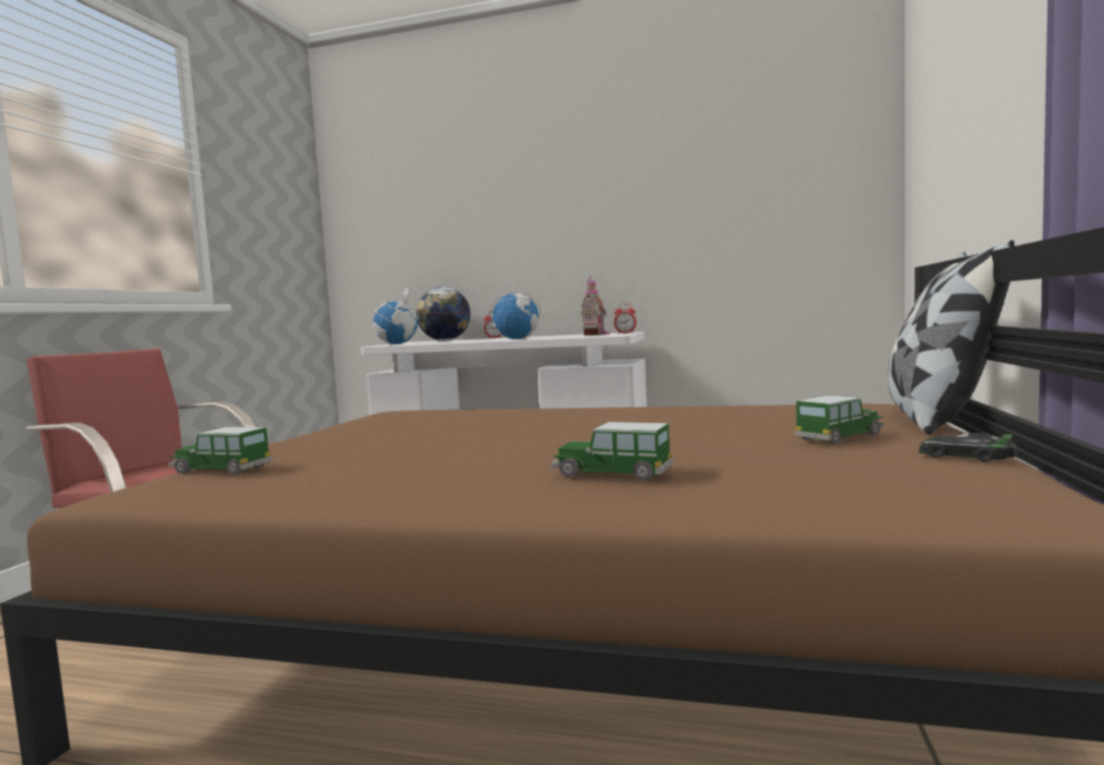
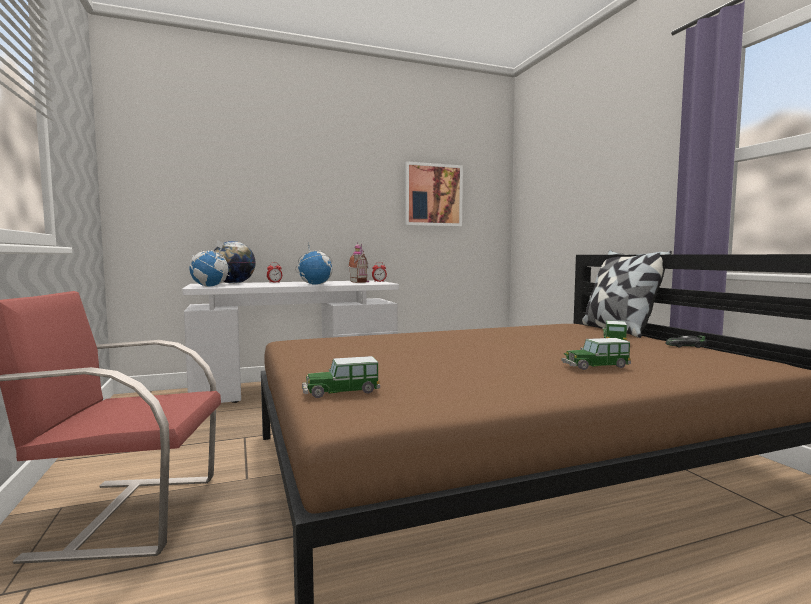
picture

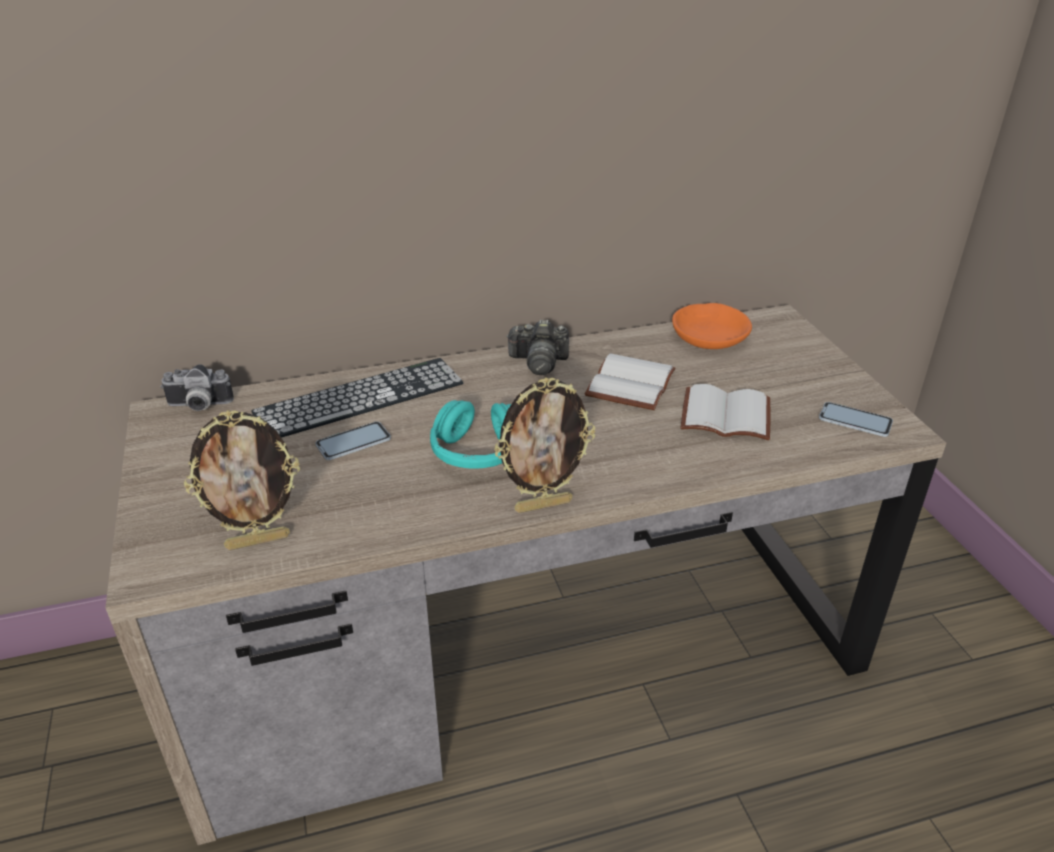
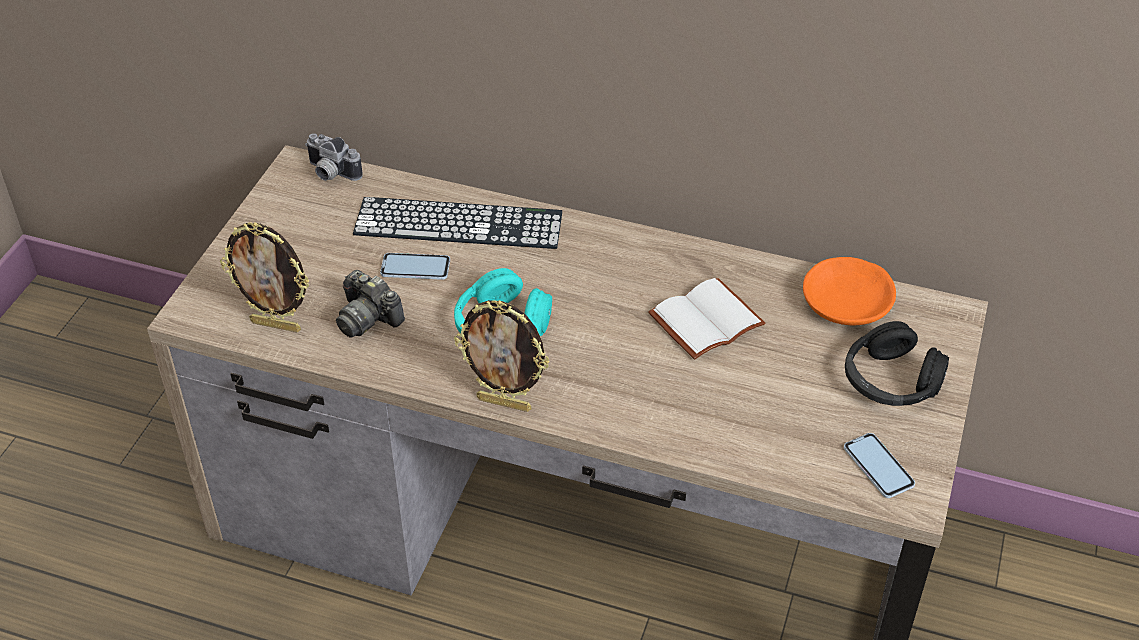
photo camera (no. 2 from left)
white book (no. 2 from left in the first image)
black headphones

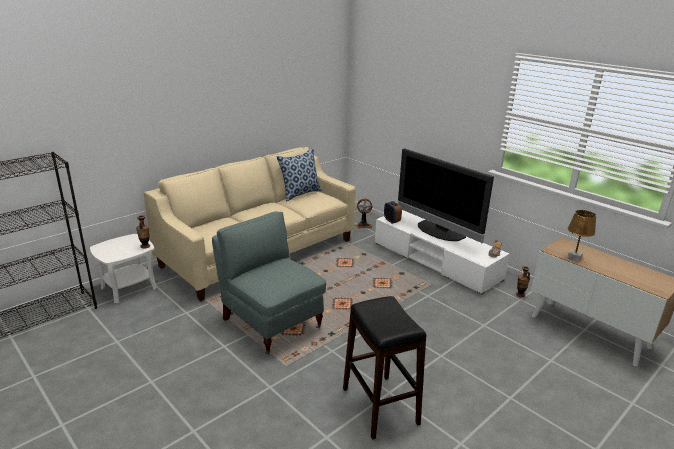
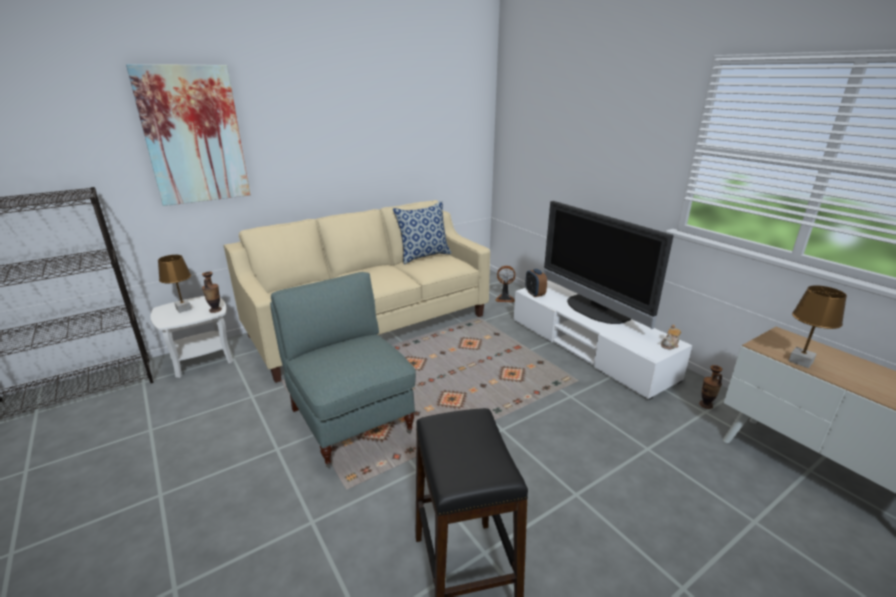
picture
brown table lamp (no. 1 from left)

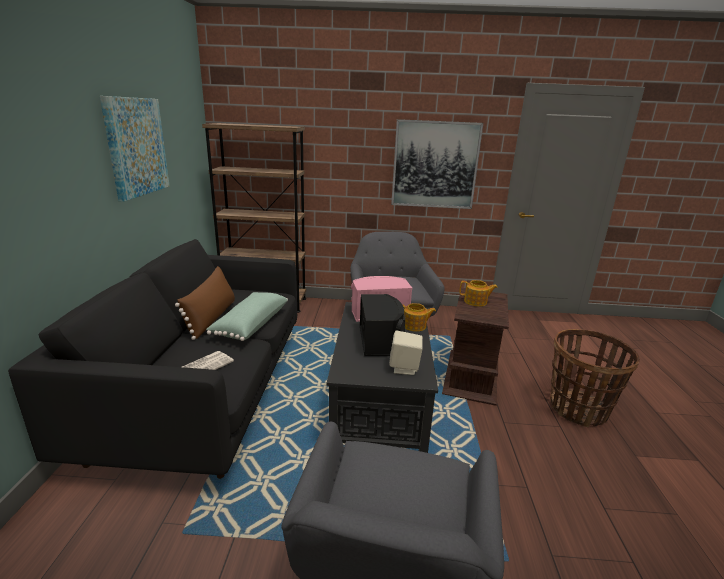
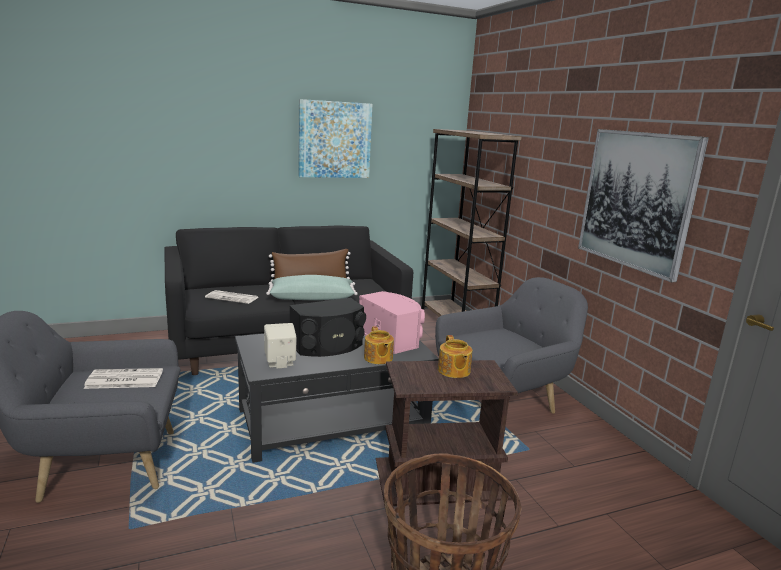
newspaper (no. 1 from left)

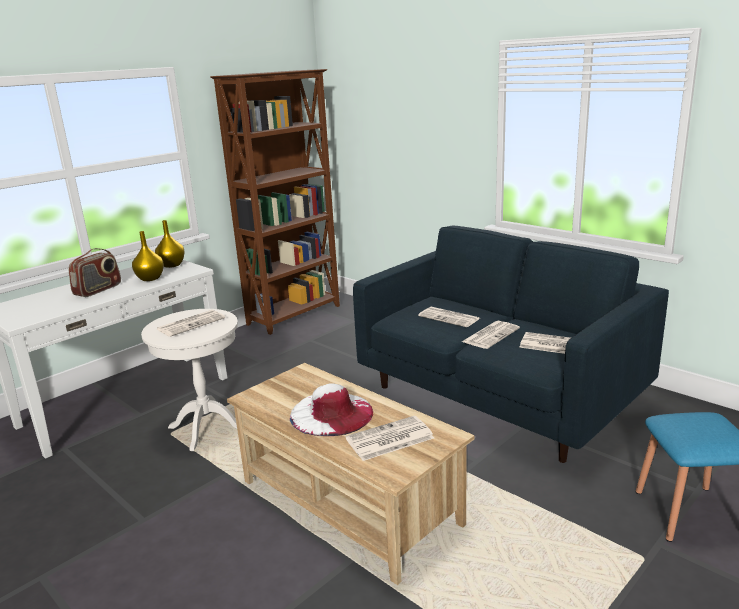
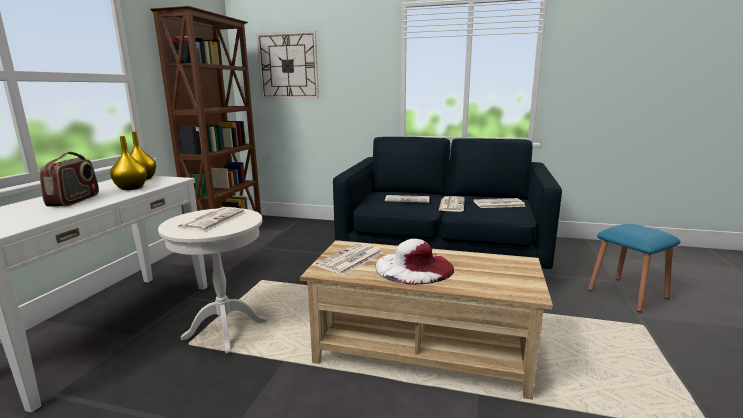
newspaper (no. 2 from left)
wall clock

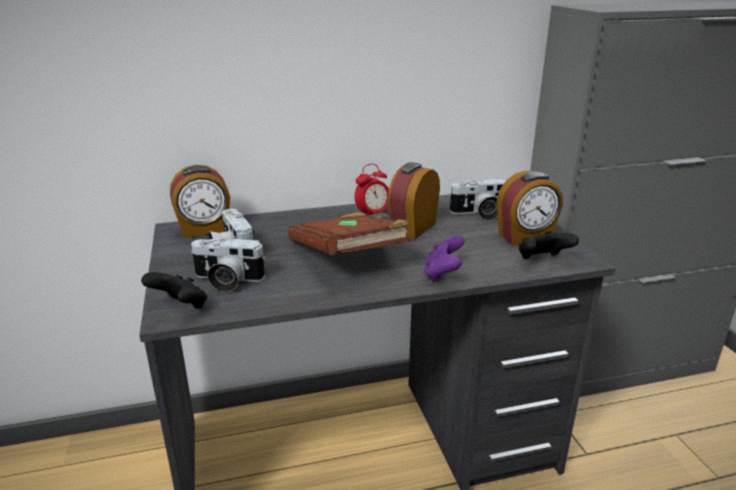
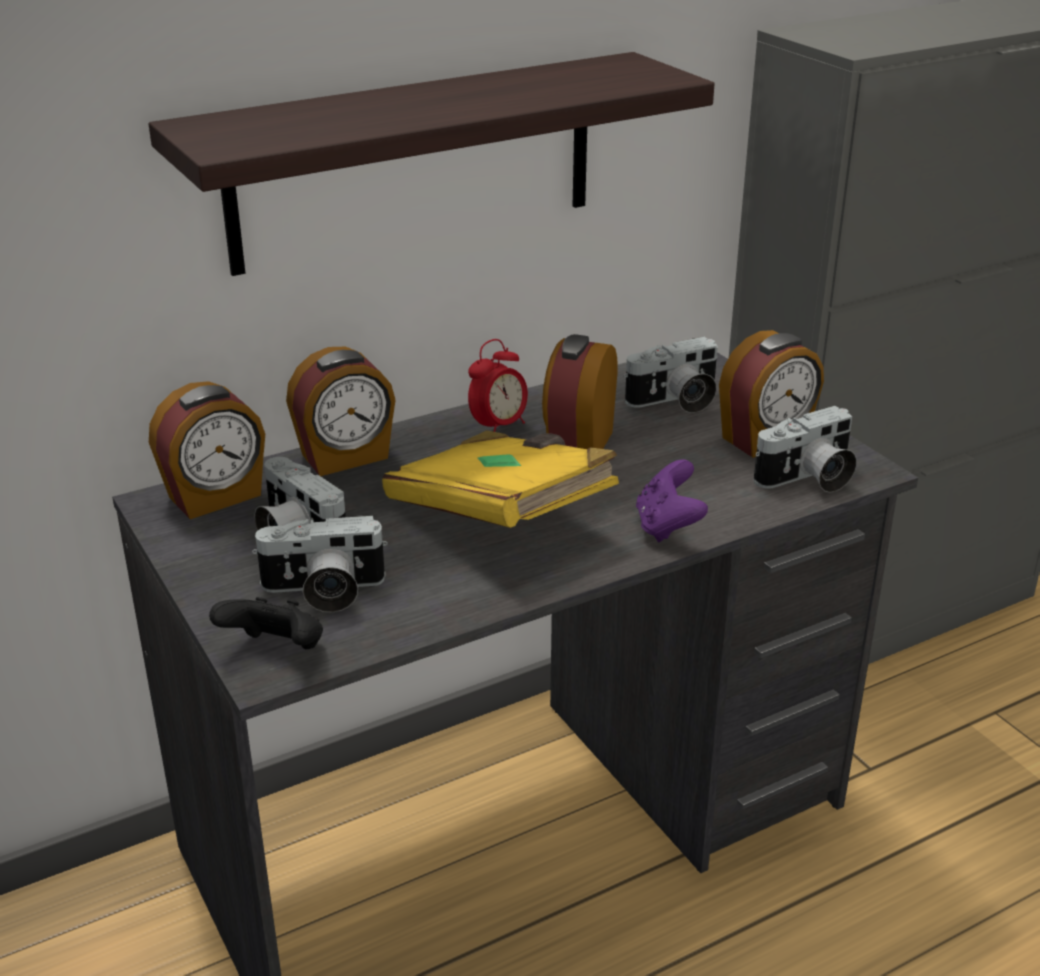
yellow book
photo camera (no. 4 from left)
shelf
alarm clock (no. 2 from left)

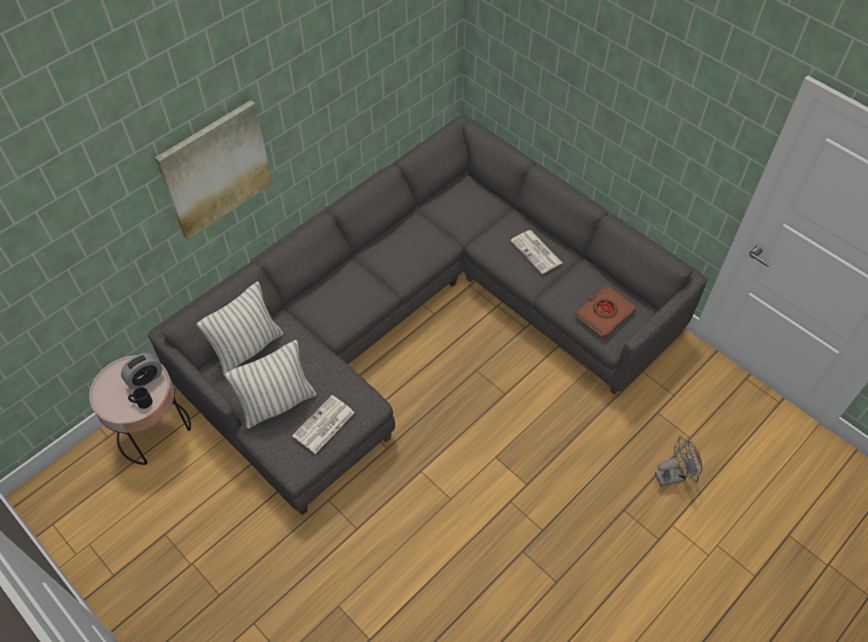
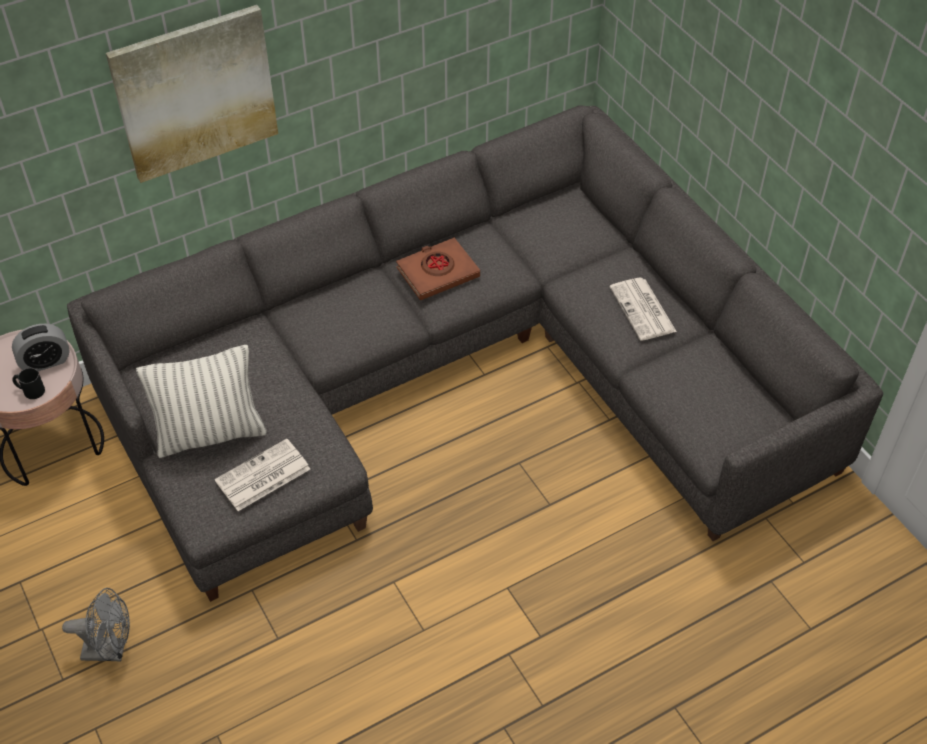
pillow (no. 1 from left in the first image)
brown book
grey fan

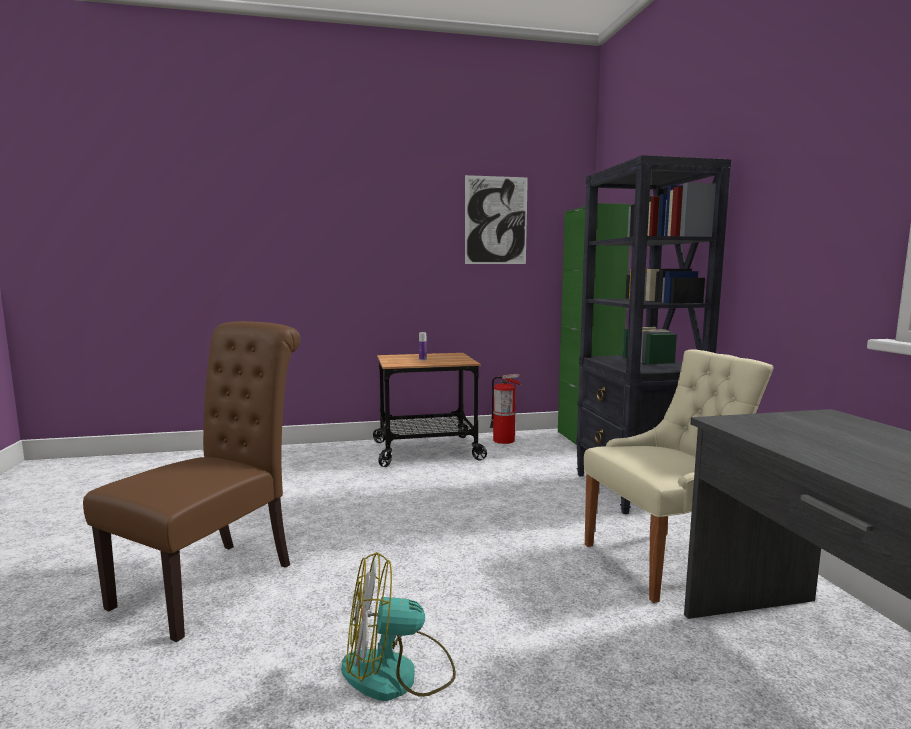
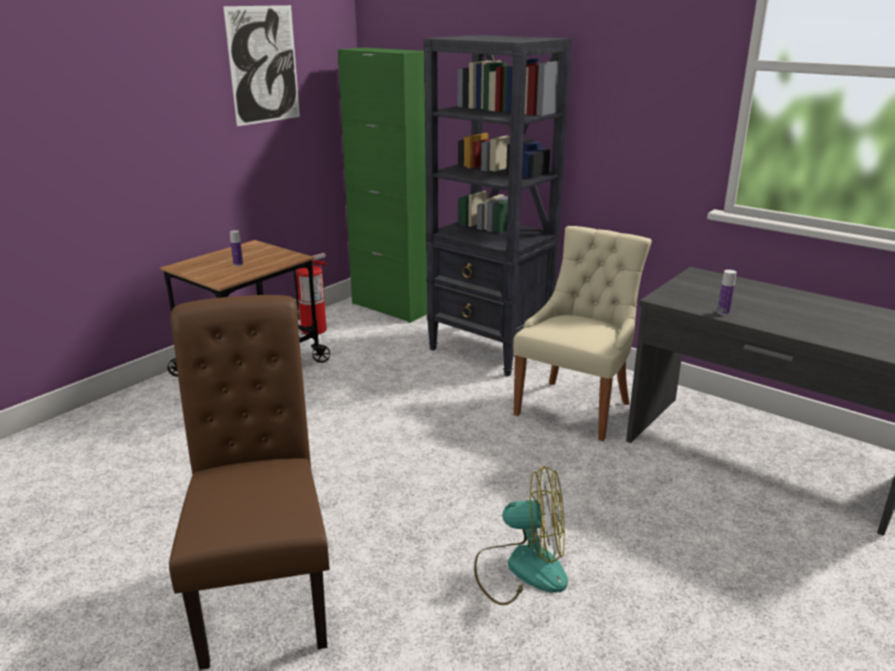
fan
bottle (no. 2 from left)

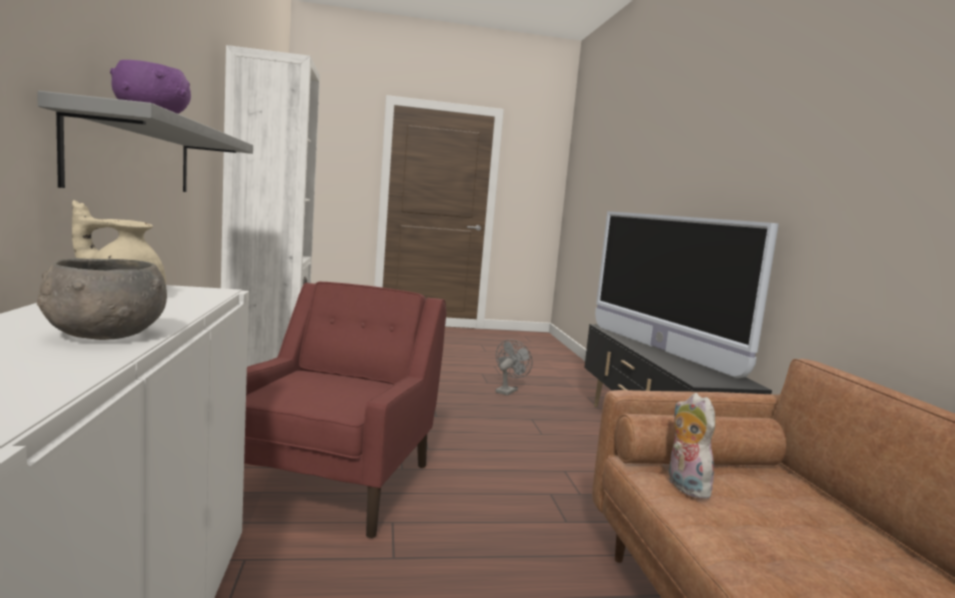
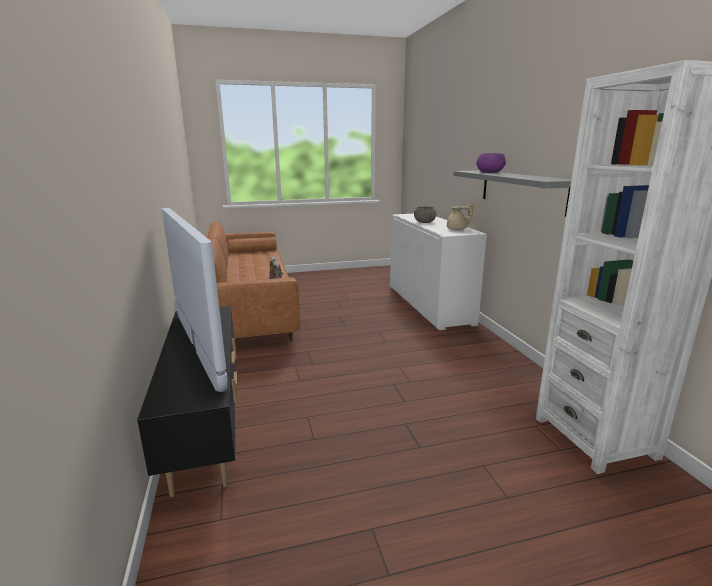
red armchair
grey fan

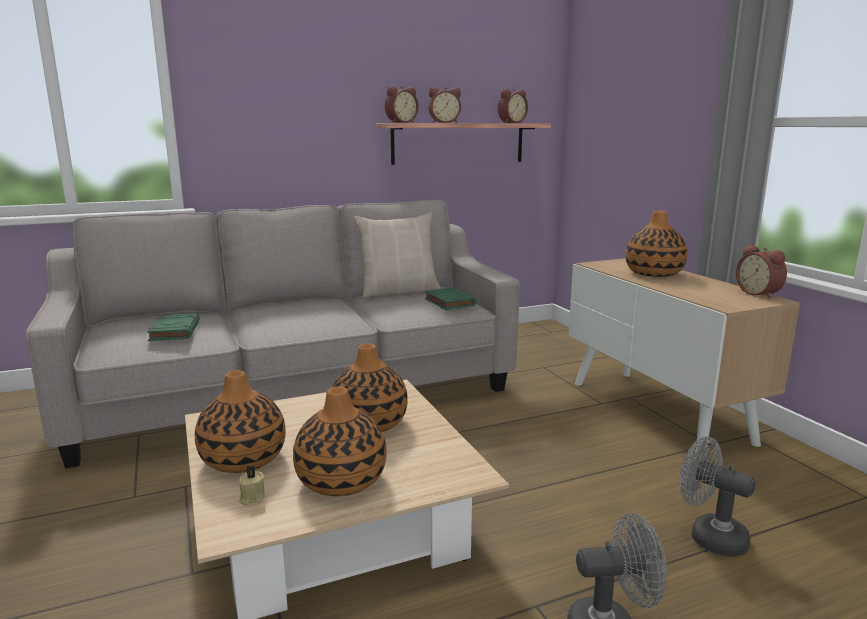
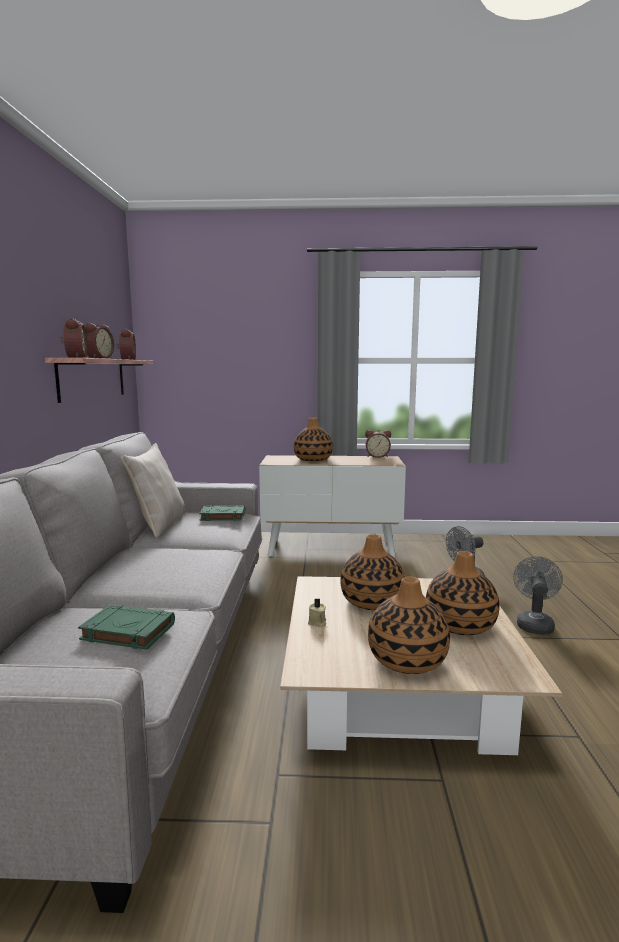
beige candle

